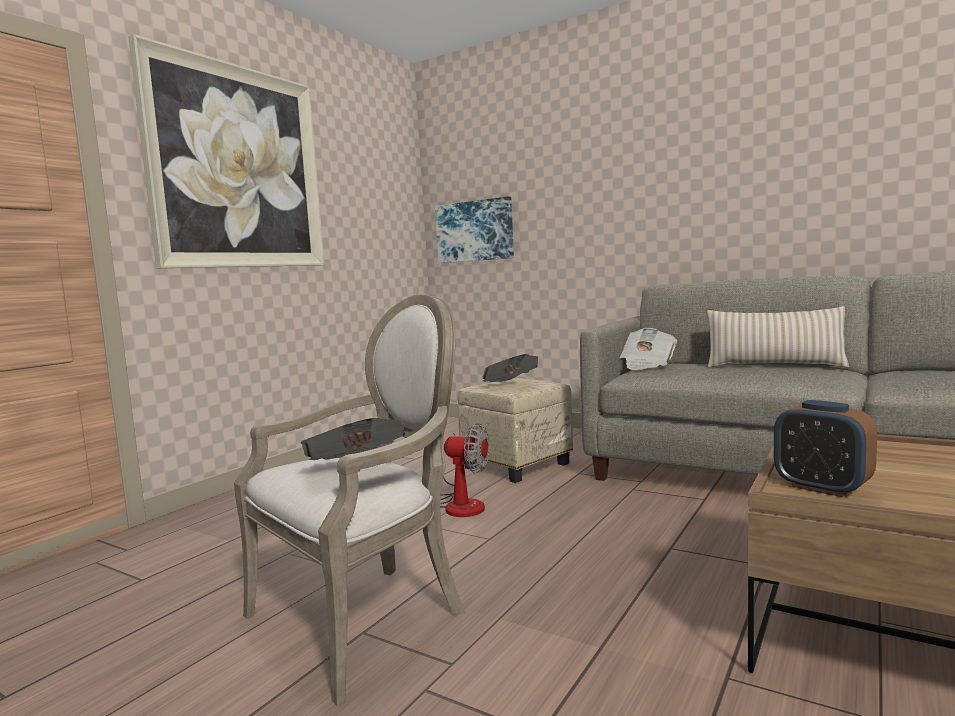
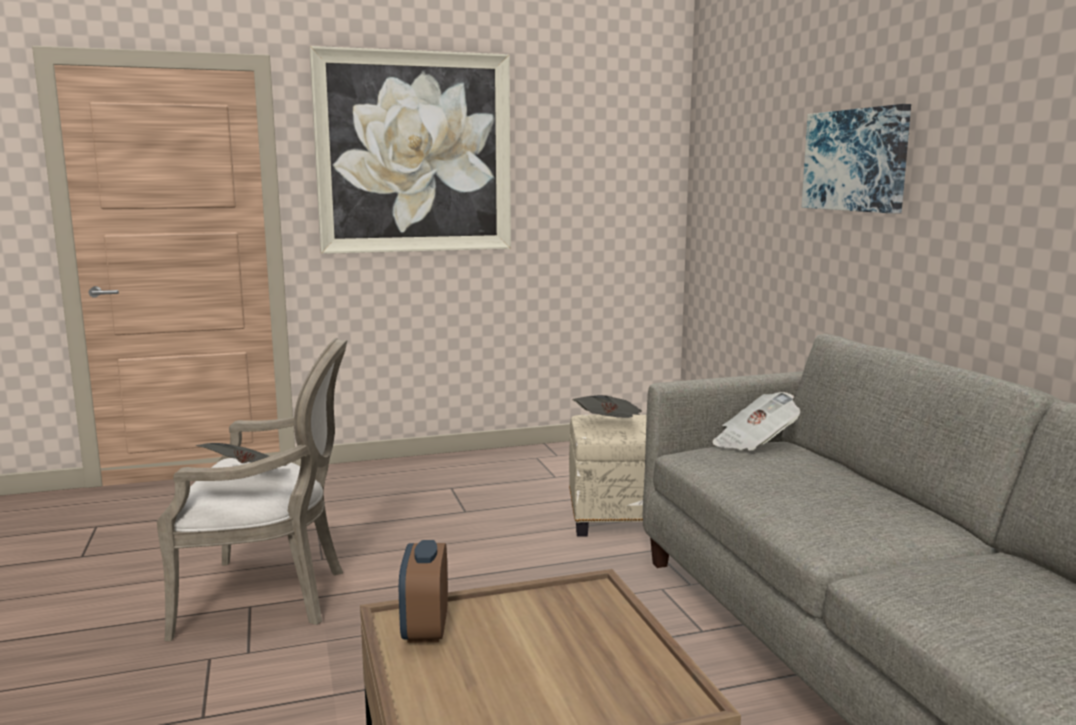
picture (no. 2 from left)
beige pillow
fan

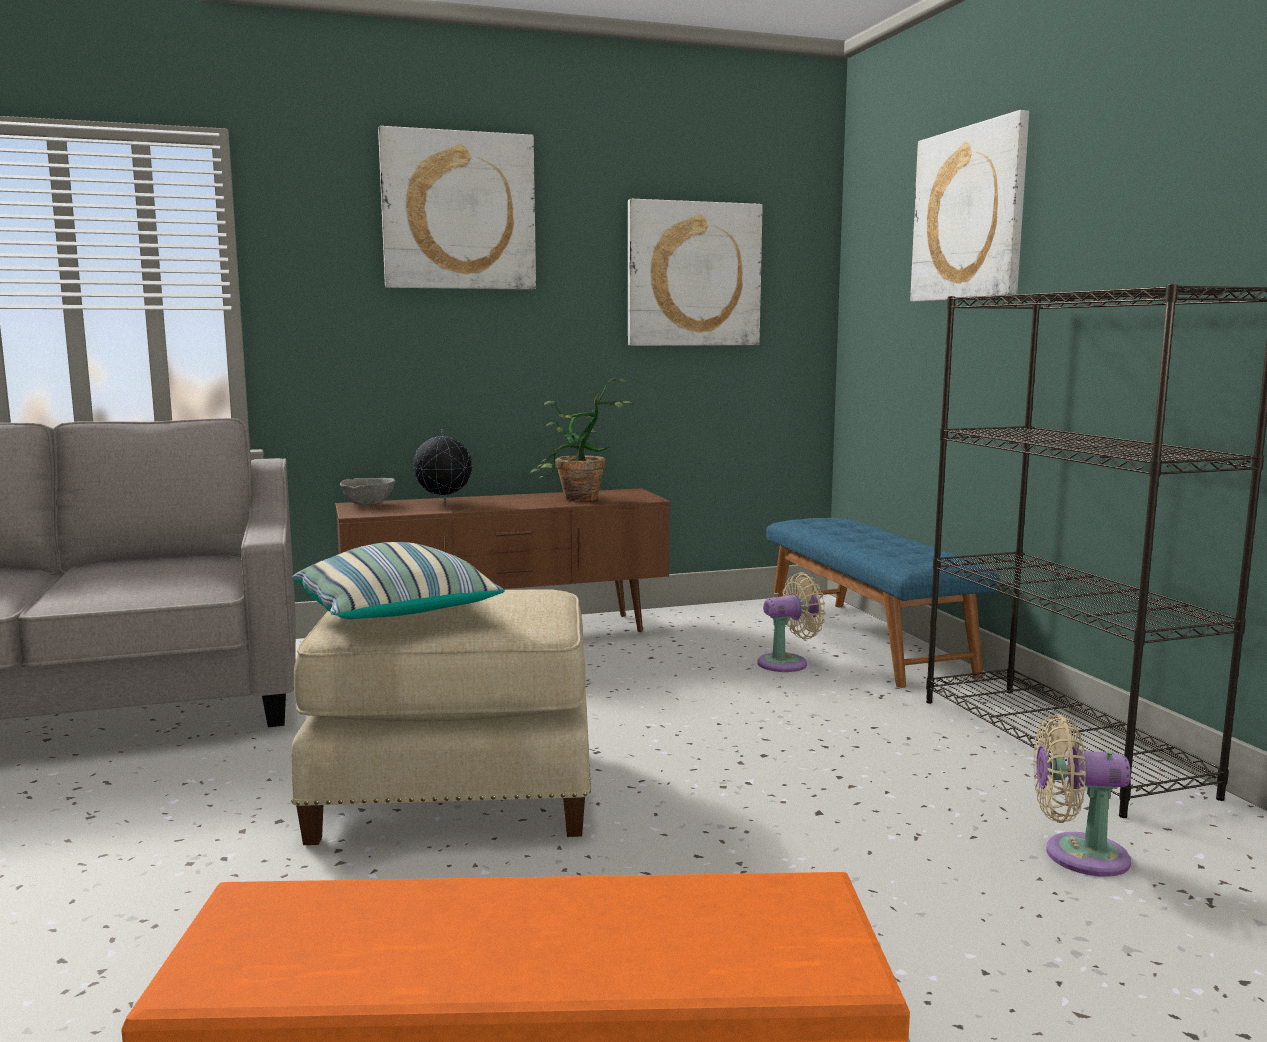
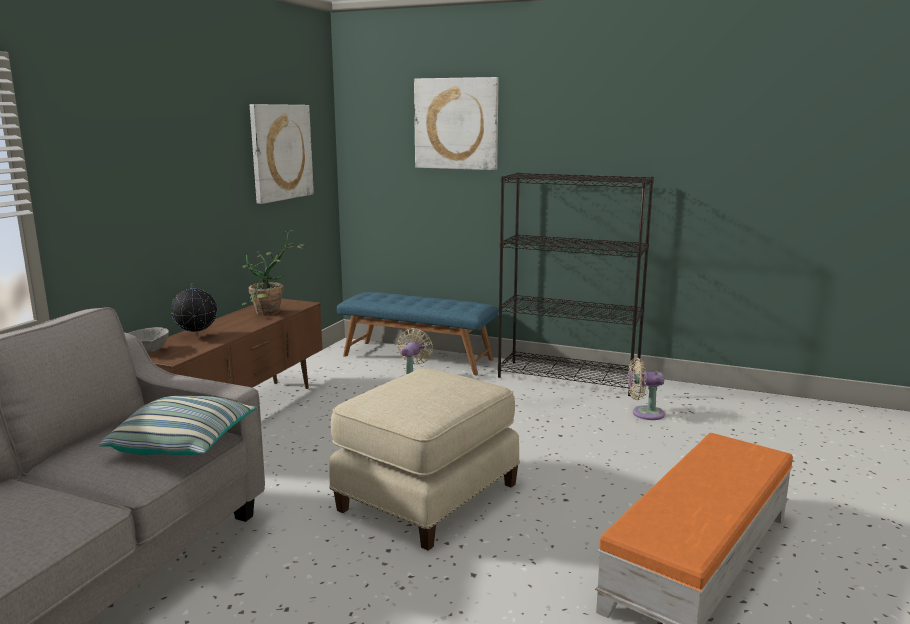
picture (no. 1 from left in the first image)
pillow
beige fan (no. 2 from left)

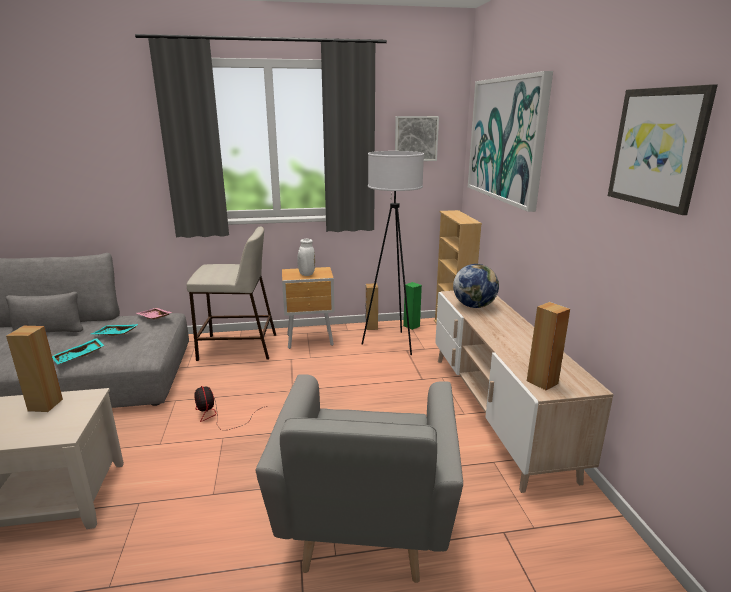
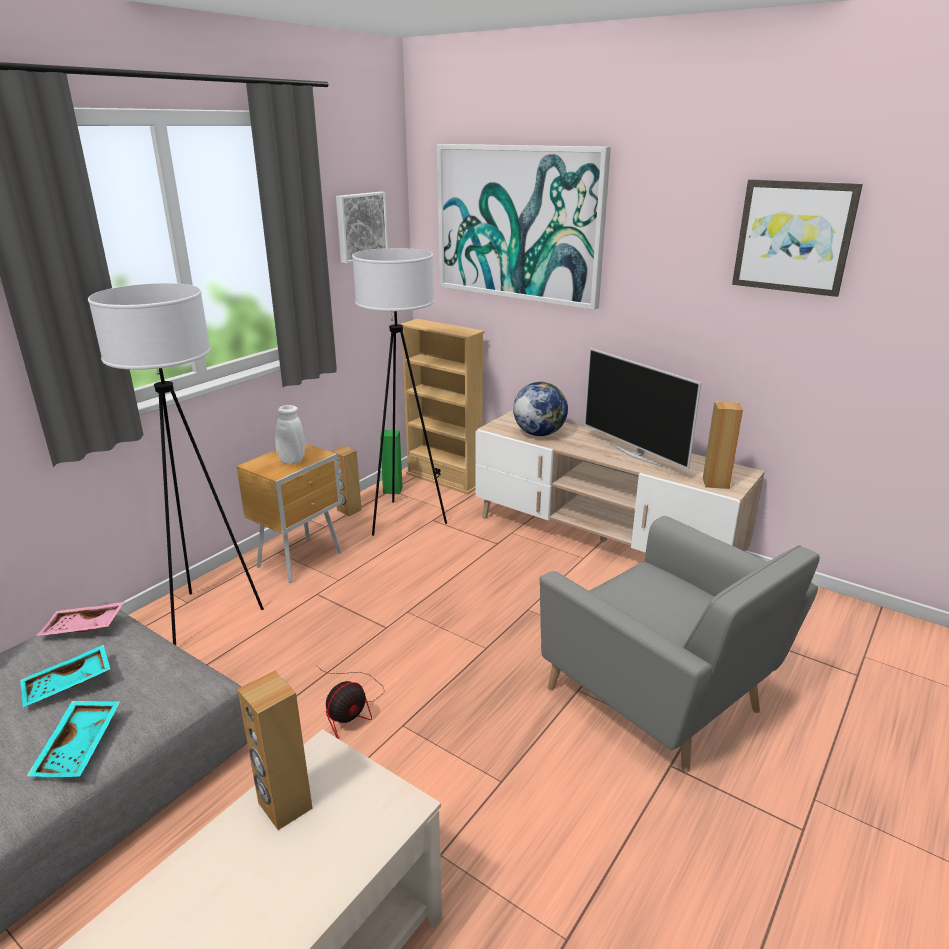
white floor lamp (no. 1 from left)
fan
television

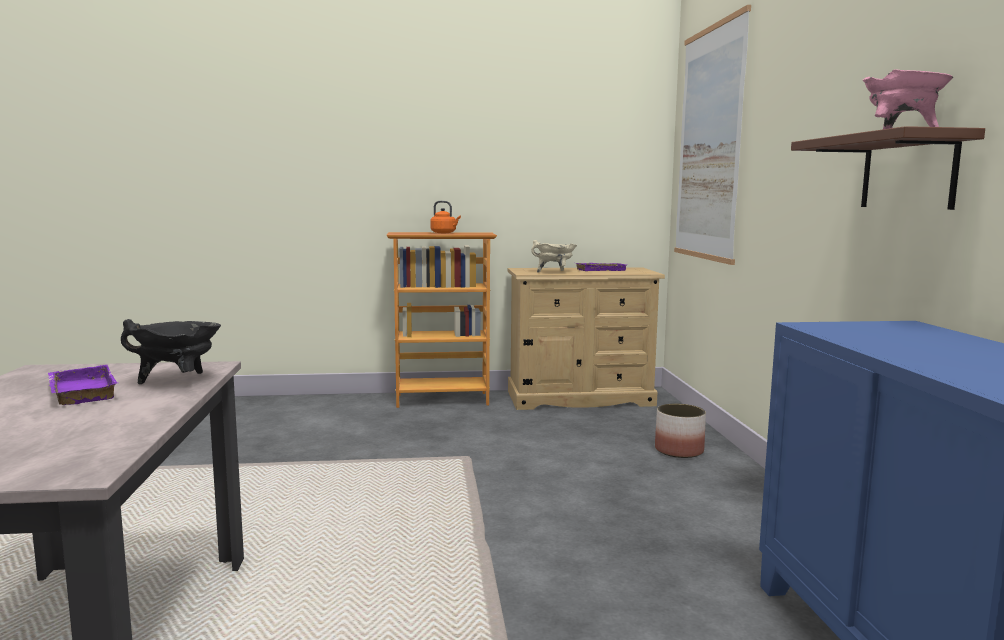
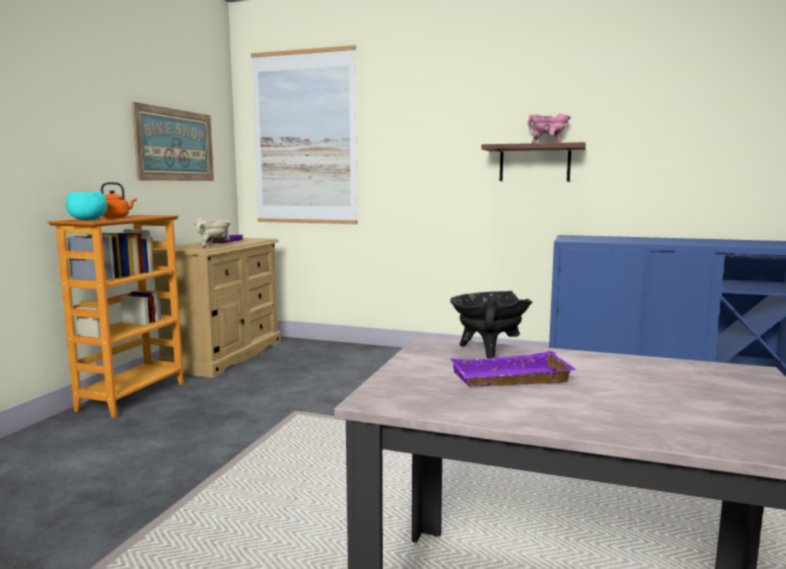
planter
picture (no. 1 from left)
turquoise bowl

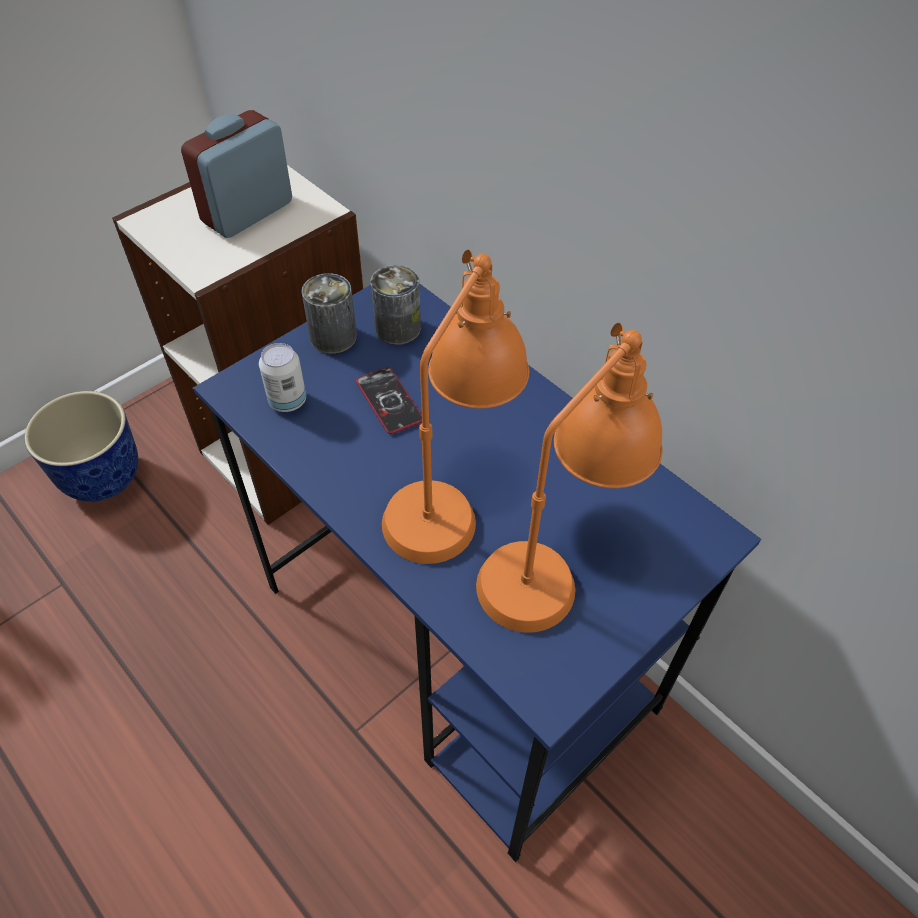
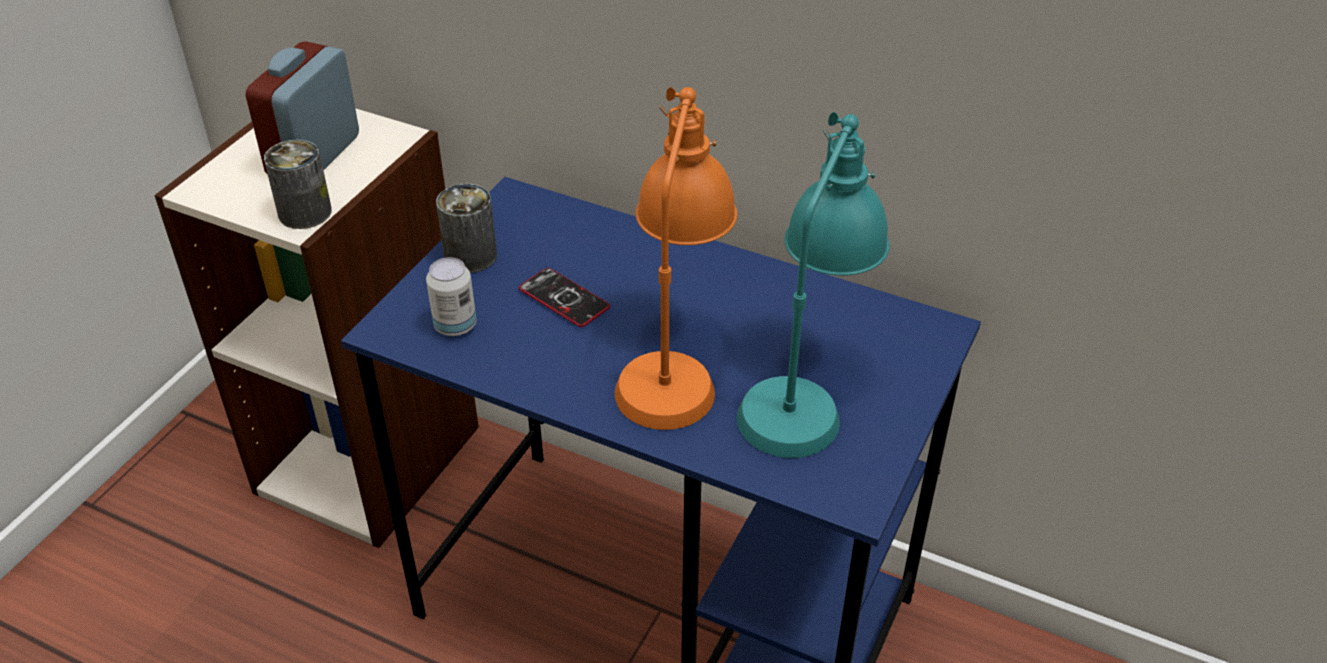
can (no. 1 from left)
turquoise table lamp
planter

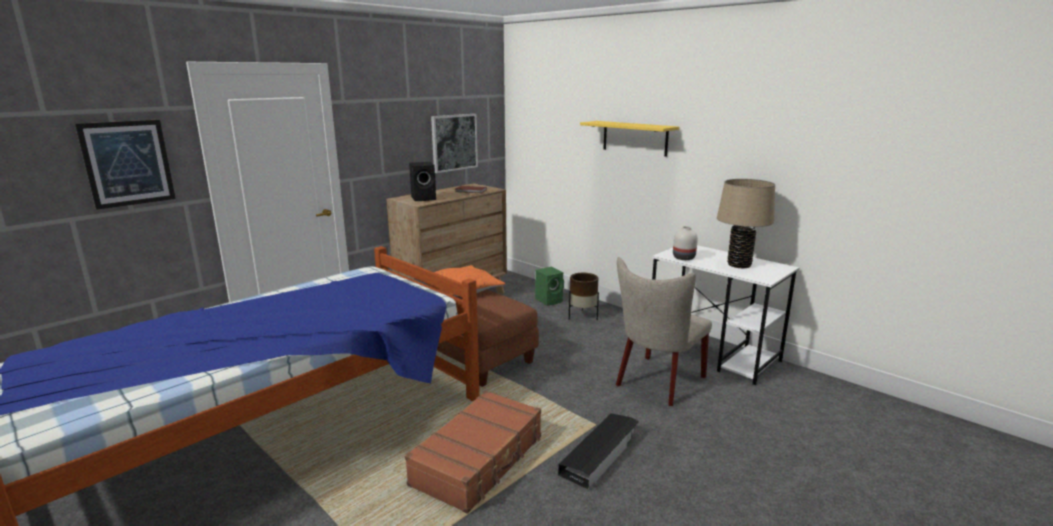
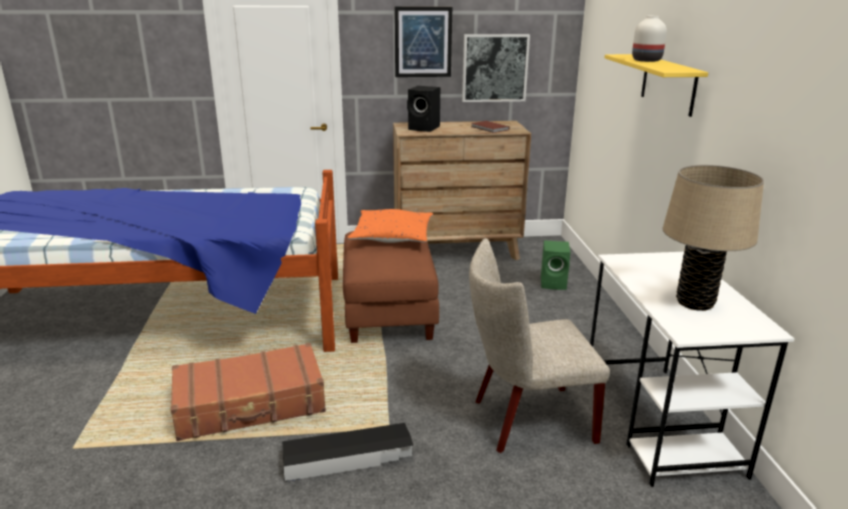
picture (no. 1 from left)
white vase
brown planter

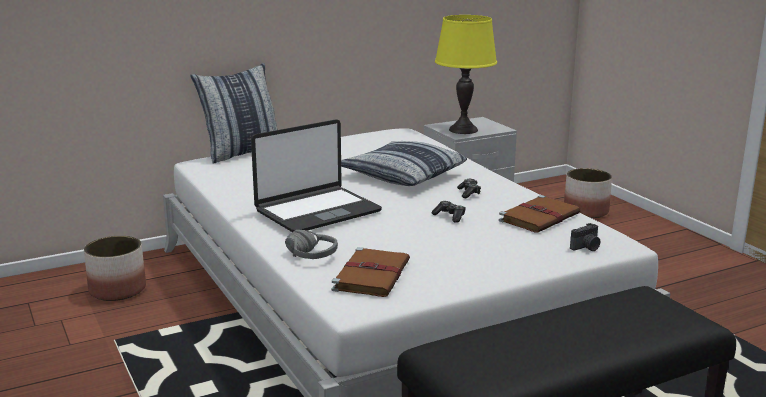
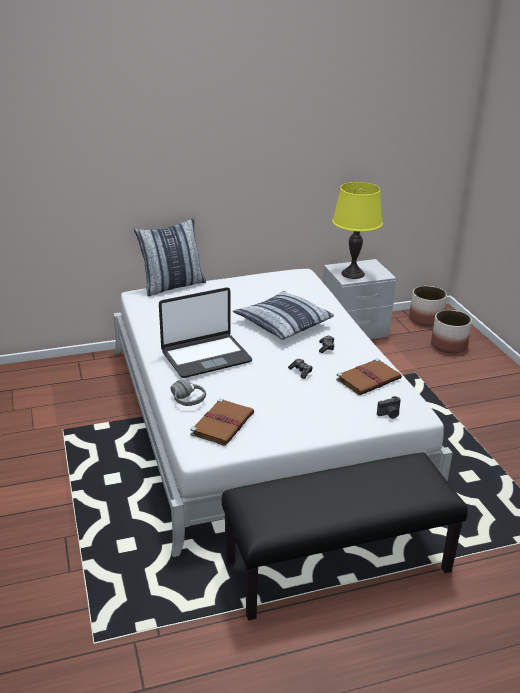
planter (no. 1 from left)

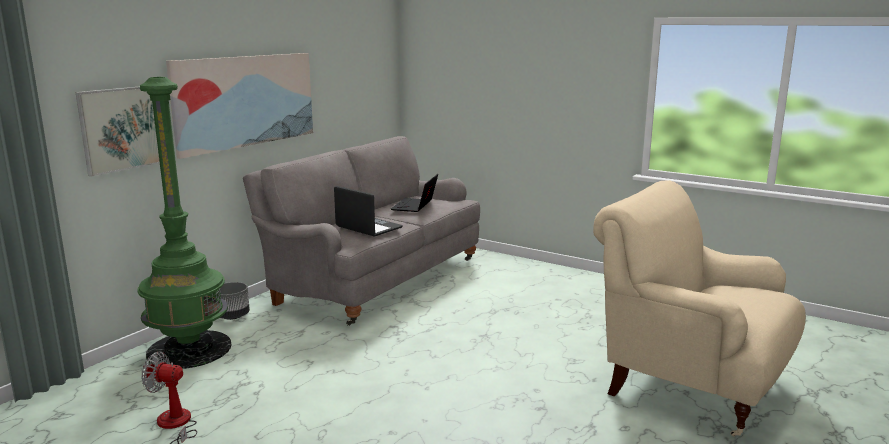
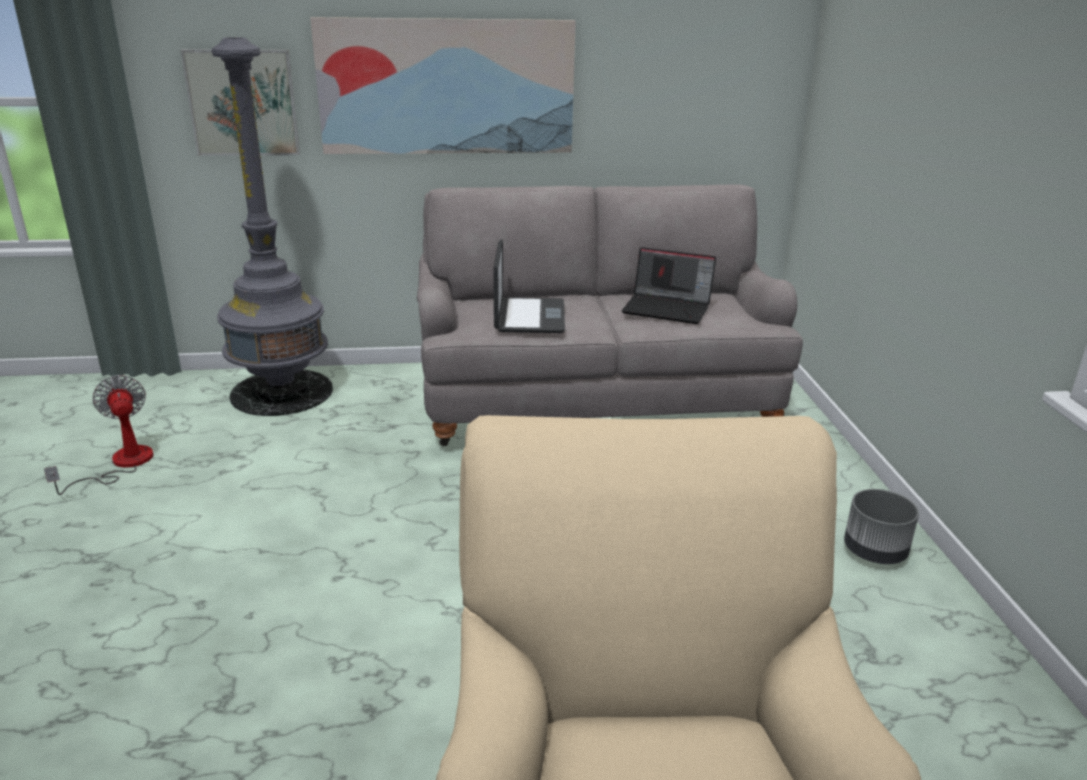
grey floor lamp
laptop (no. 2 from left)
grey planter

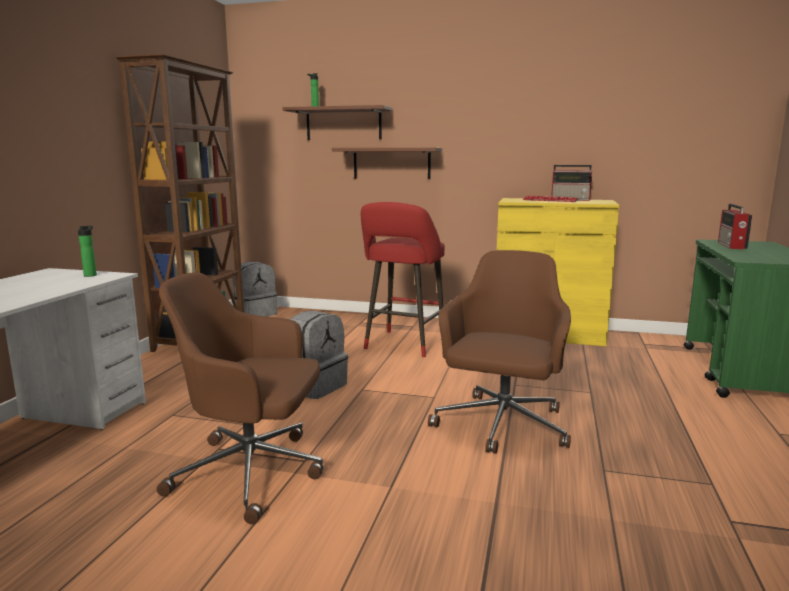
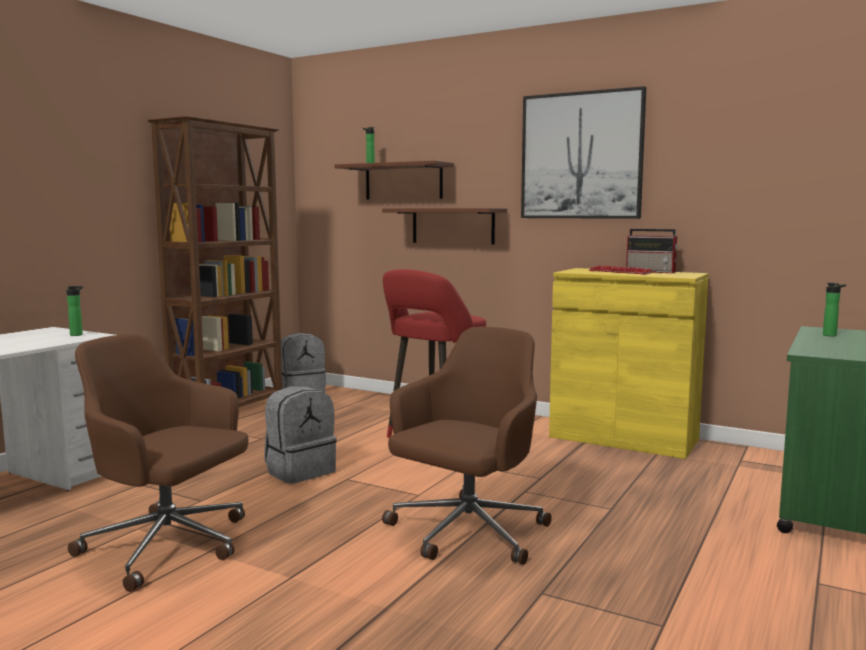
bottle (no. 3 from left)
picture

